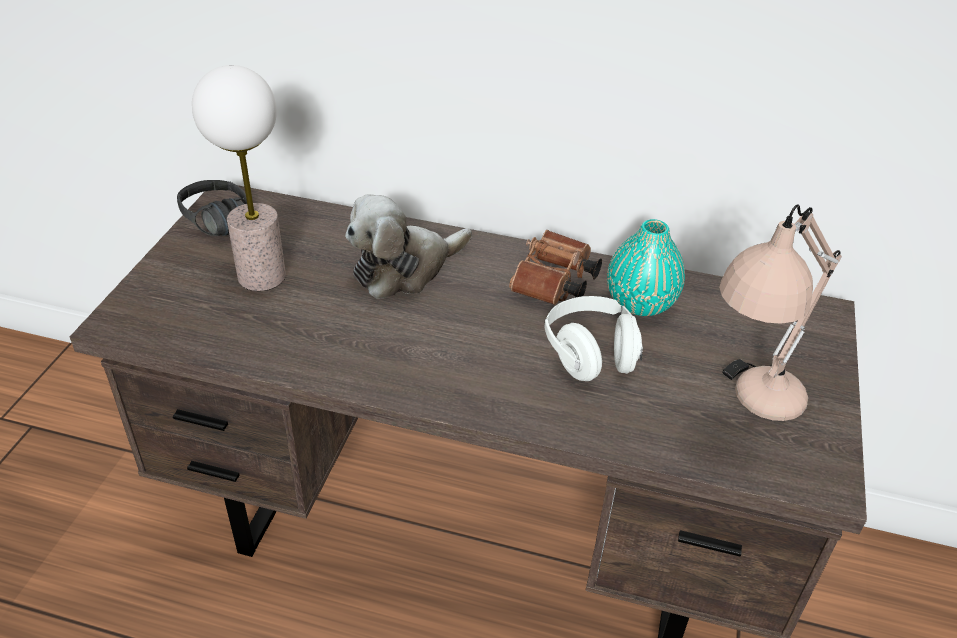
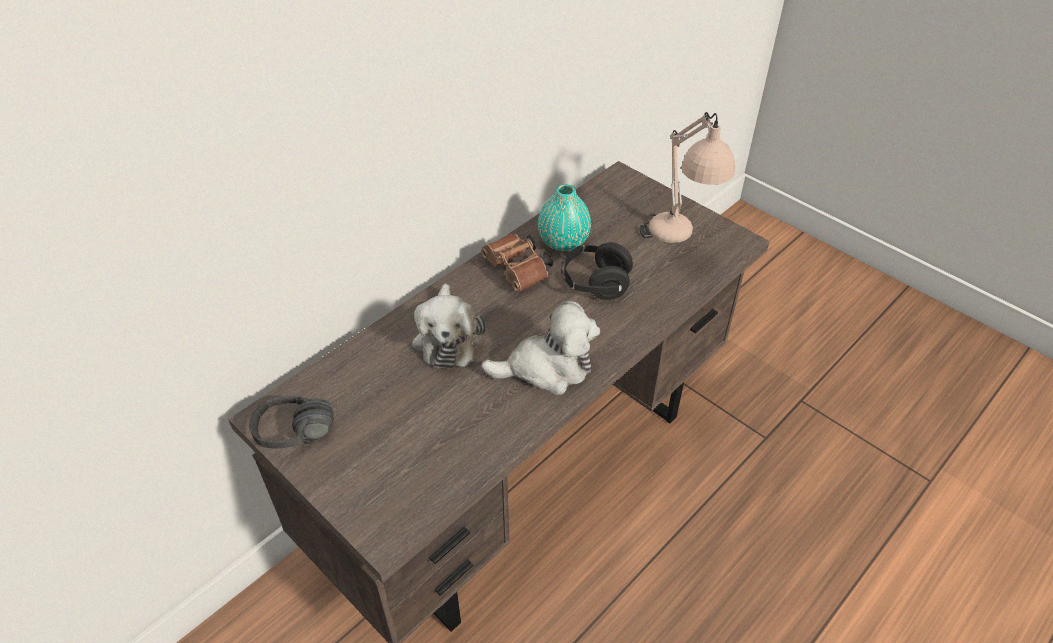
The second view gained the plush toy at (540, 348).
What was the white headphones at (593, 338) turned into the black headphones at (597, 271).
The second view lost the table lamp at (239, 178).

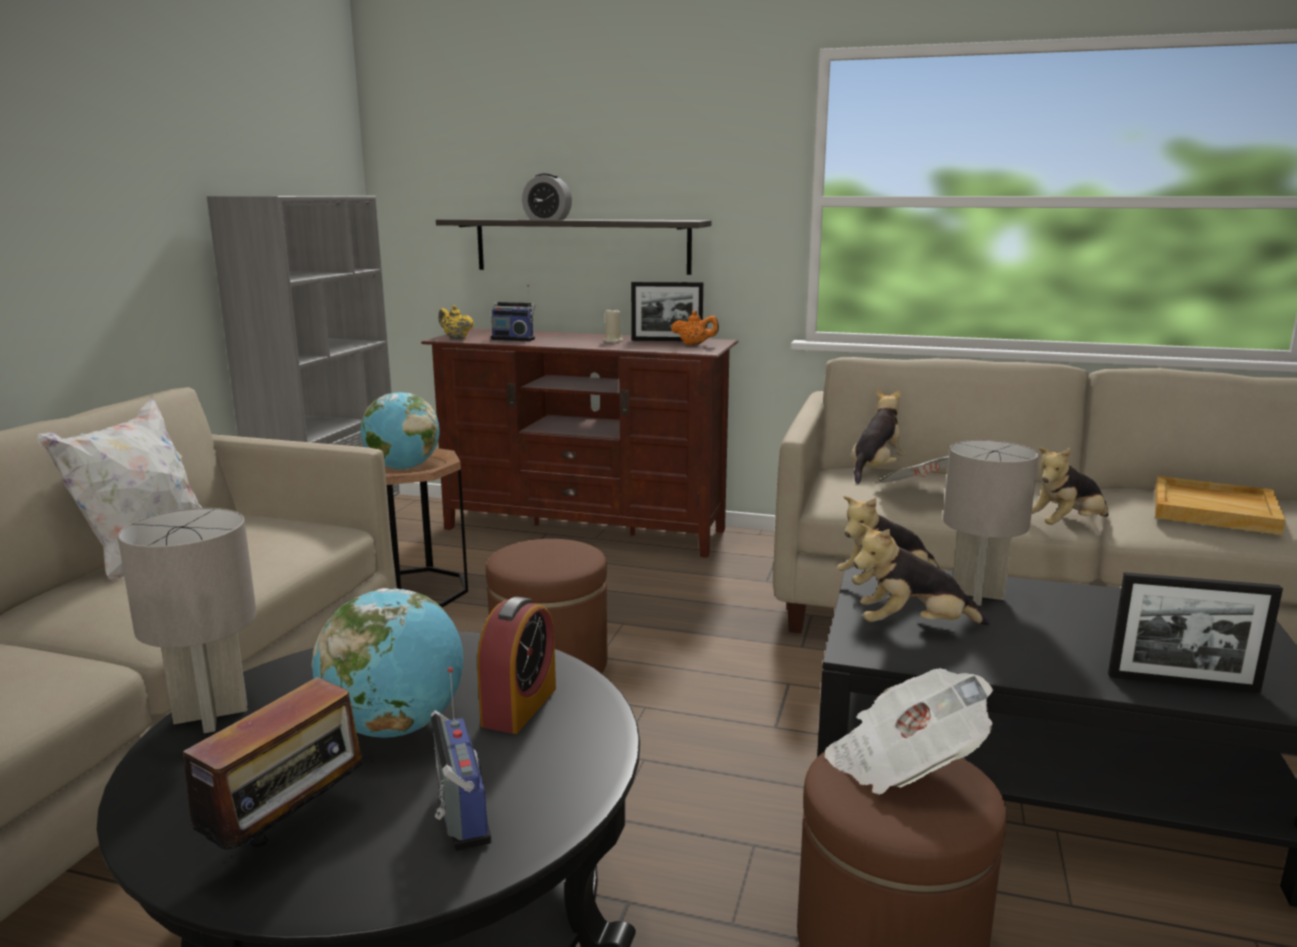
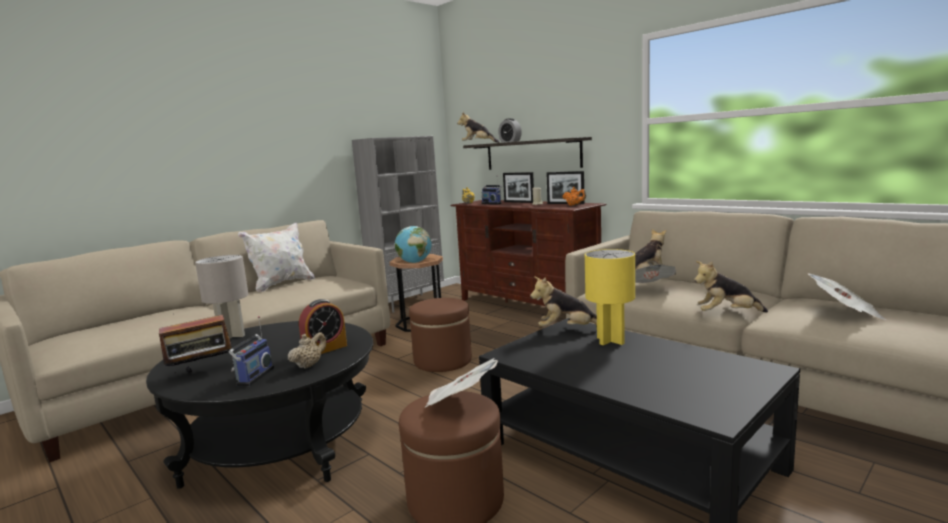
The second view gained the beige teapot at (307, 350).
The plush toy ended up elsewhere, having gone from (922, 574) to (478, 127).
The picture frame ended up elsewhere, having gone from (1195, 632) to (518, 187).
What was the grey table lamp at (991, 523) turned into the yellow table lamp at (610, 297).
Where the beige tray stood at (1220, 505), the newspaper came to stand at (846, 296).
The second view lost the globe at (387, 663).

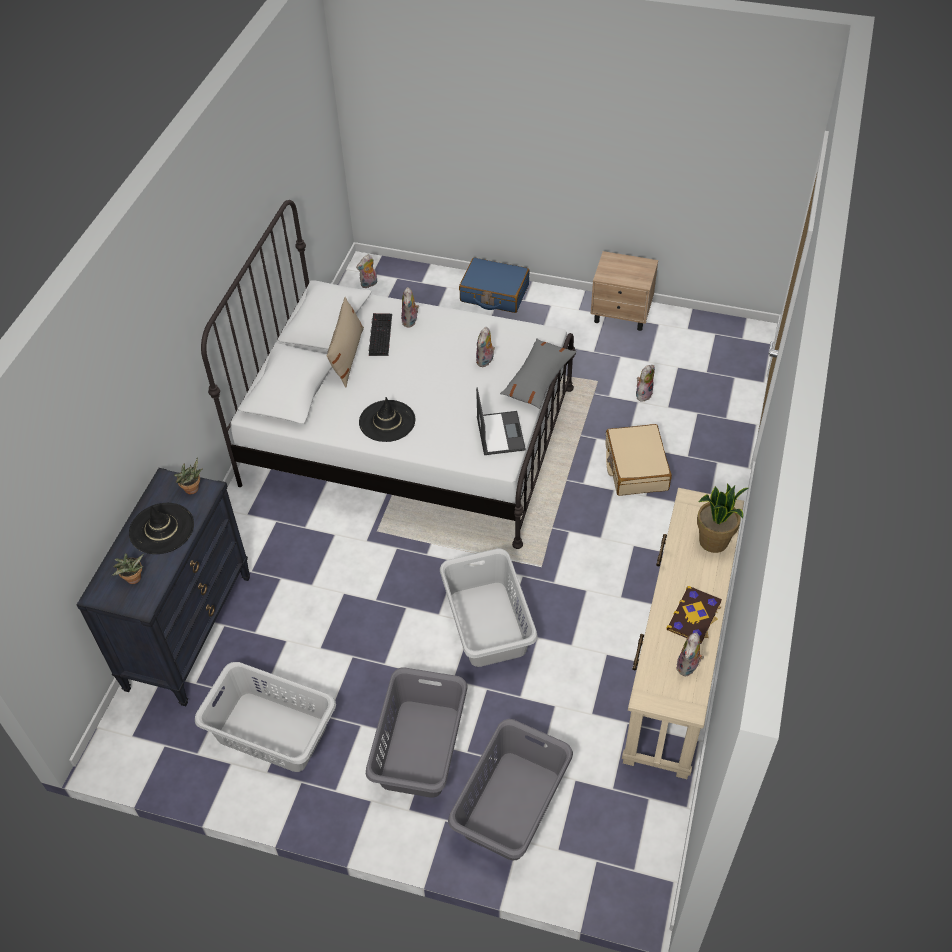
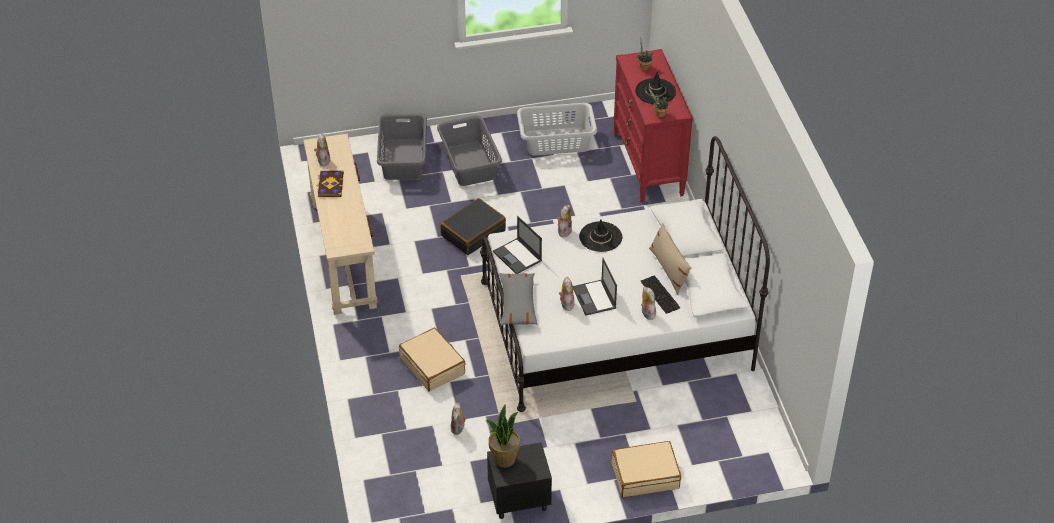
Where the grey laundry basket stood at (489, 608), the black suitcase came to stand at (473, 226).
The potted plant ended up elsewhere, having gone from (722, 518) to (503, 436).
What was the beige nightstand at (624, 291) turned into the black nightstand at (519, 480).
The plush toy ended up elsewhere, having gone from (366, 271) to (564, 221).
The second view gained the laptop at (595, 287).
What was the blue suitcase at (494, 285) turned into the beige suitcase at (646, 469).
What was the black dresser at (163, 587) turned into the red dresser at (653, 125).

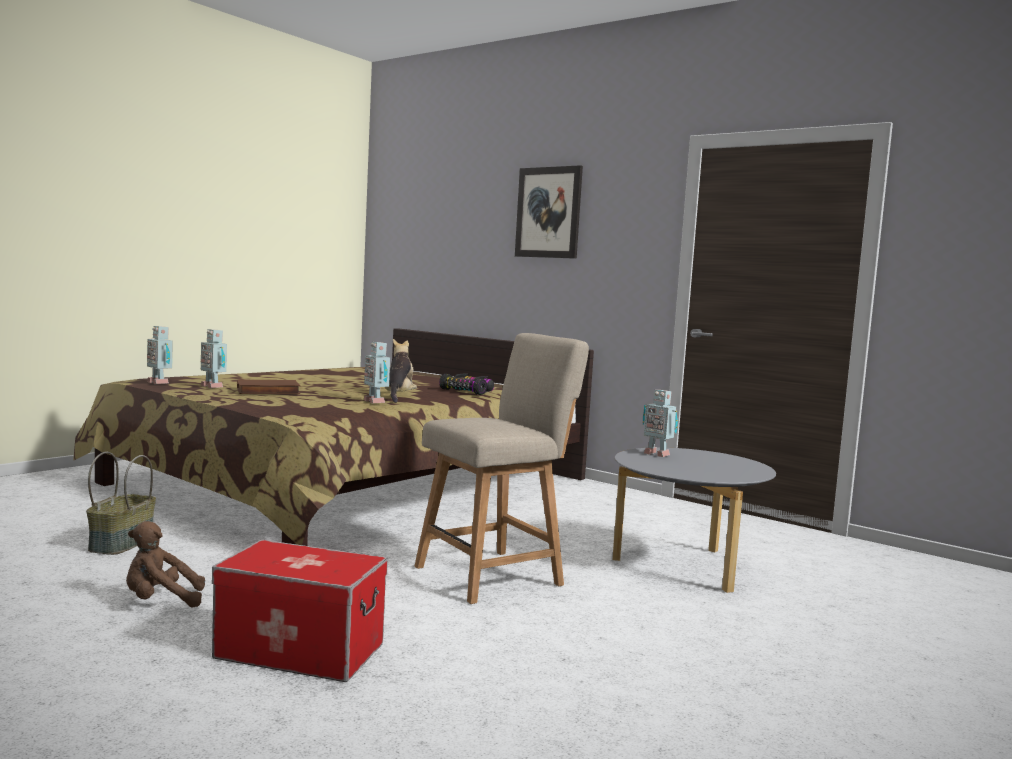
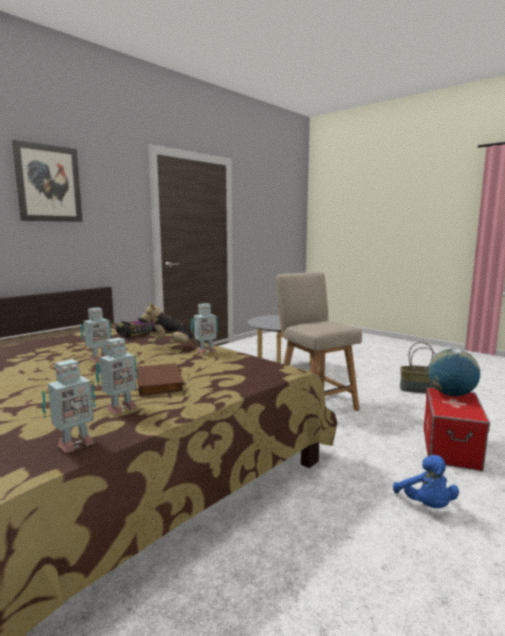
The toy robot ended up elsewhere, having gone from (660, 423) to (96, 334).
What was the brown plush toy at (165, 564) turned into the blue plush toy at (426, 481).
The basket ended up elsewhere, having gone from (121, 503) to (418, 367).
The second view gained the globe at (454, 372).

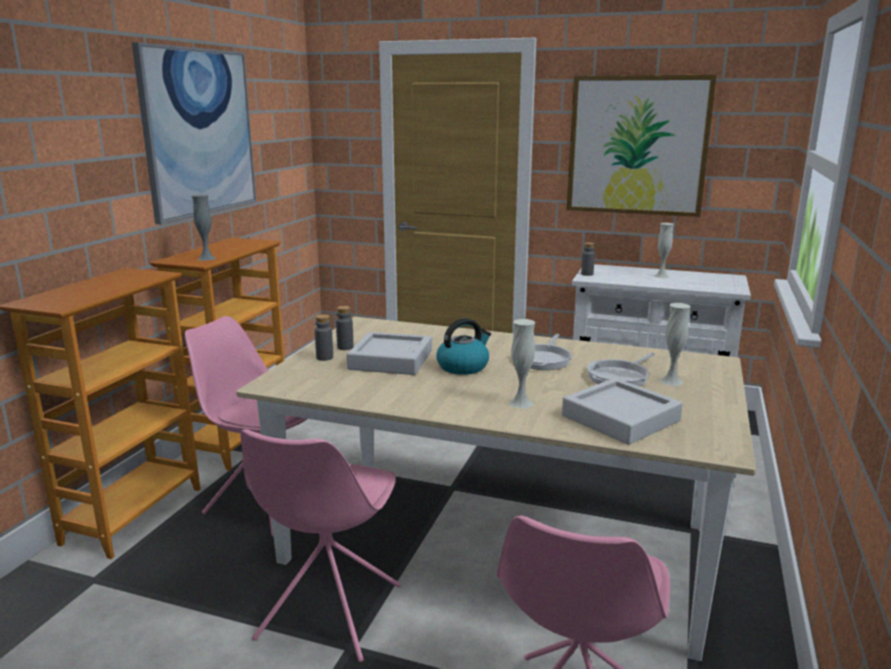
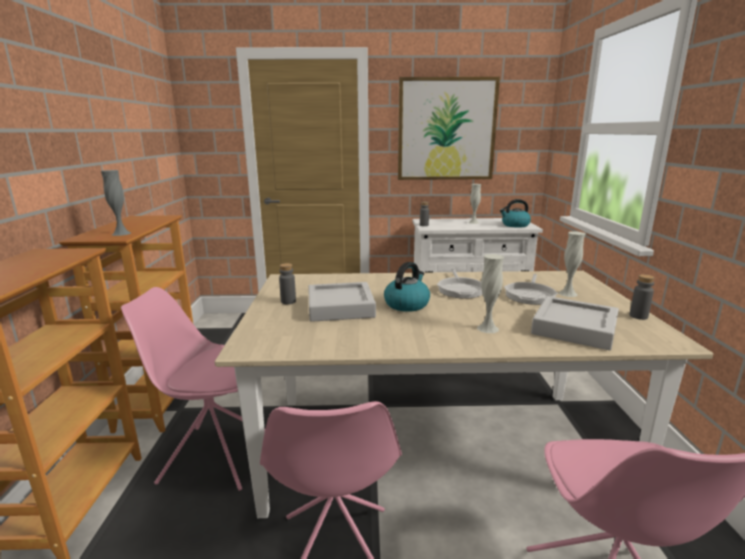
The second view gained the kettle at (515, 213).
The grey bottle ended up elsewhere, having gone from (324, 337) to (642, 297).
The second view lost the picture at (194, 133).

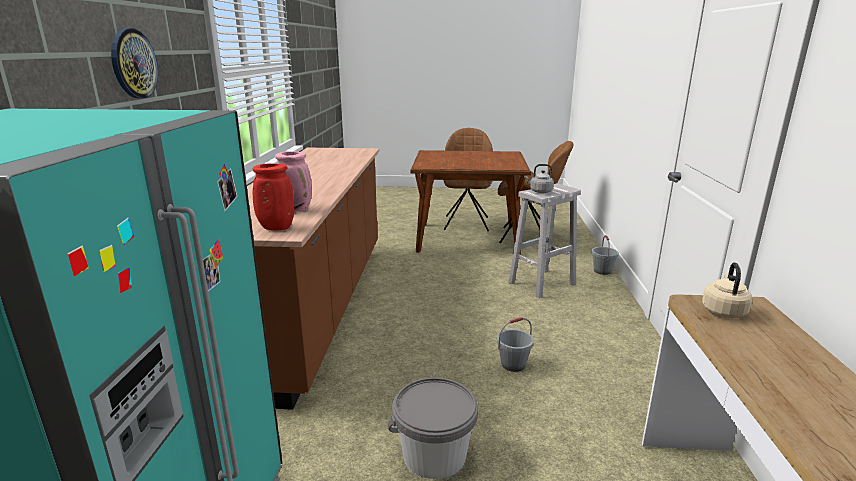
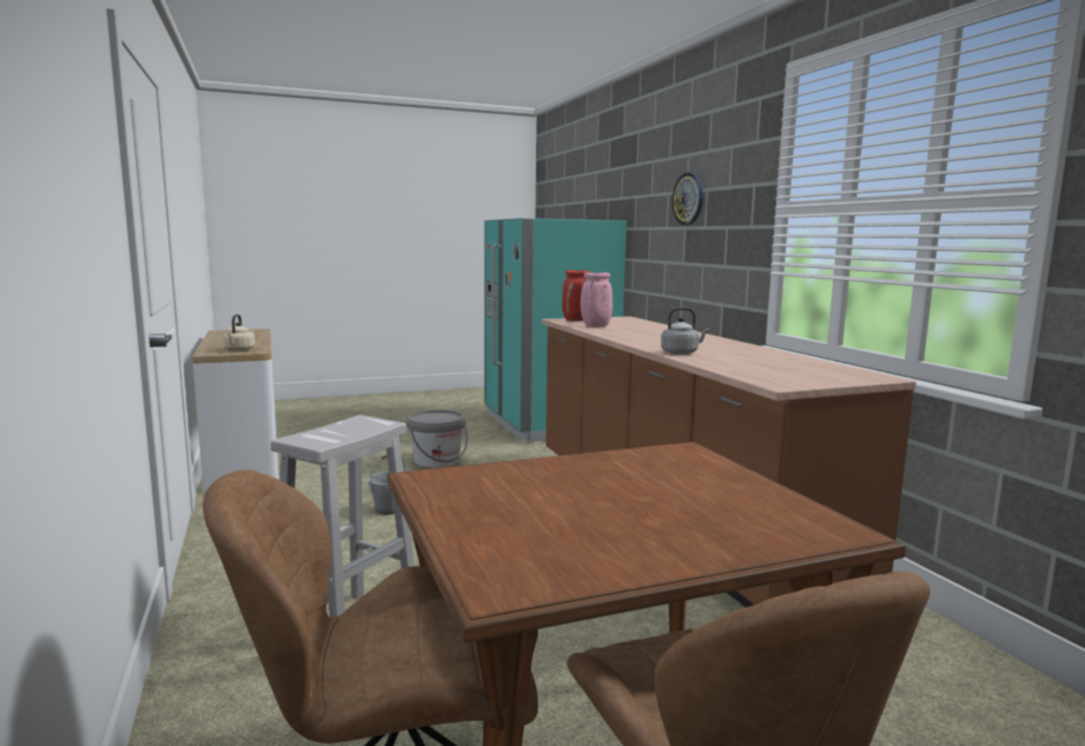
The grey kettle ended up elsewhere, having gone from (539, 178) to (685, 331).
The second view lost the grey bucket at (605, 255).

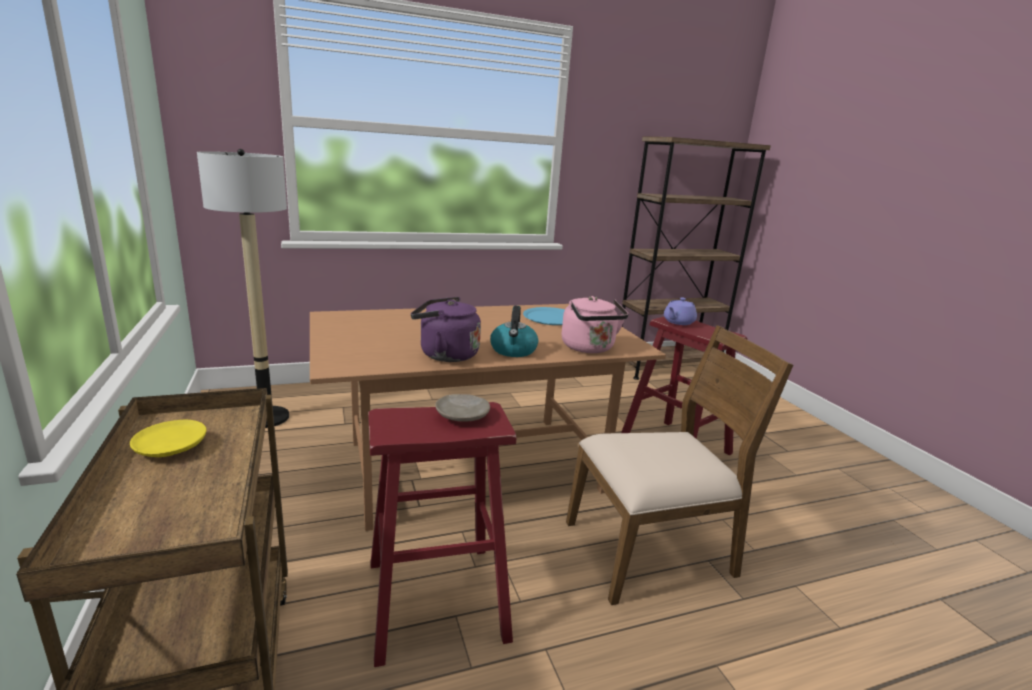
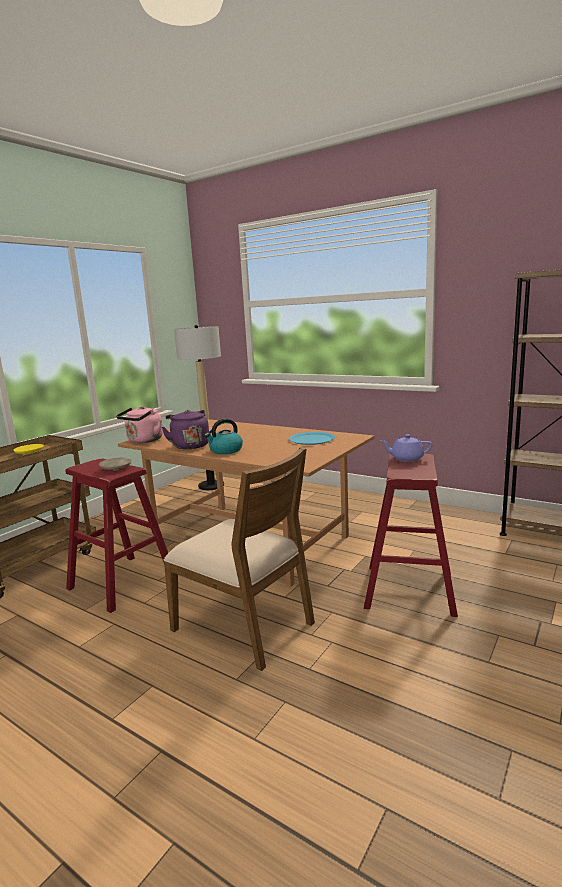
The pink kettle ended up elsewhere, having gone from (595, 324) to (139, 424).

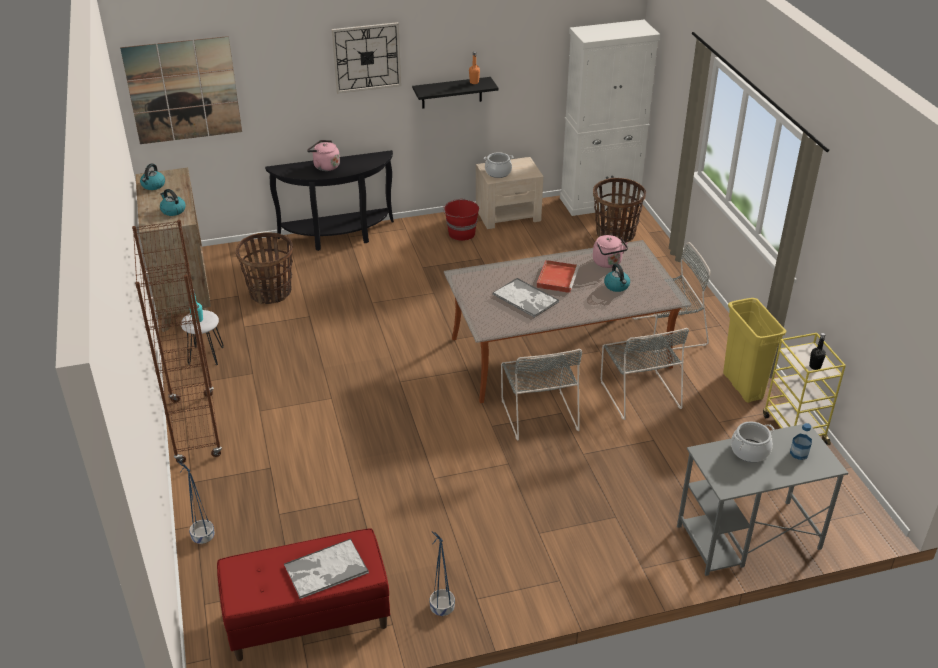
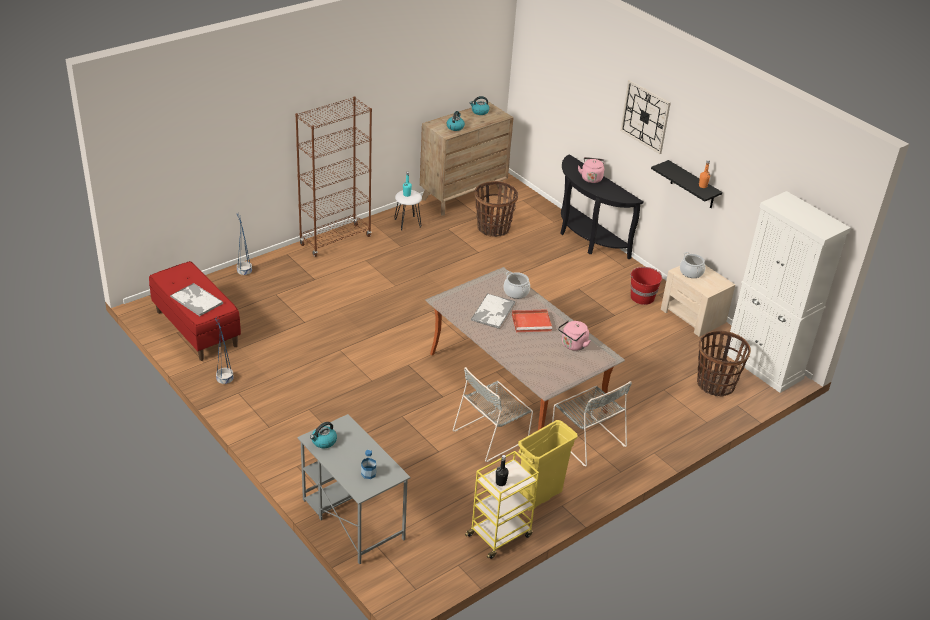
The kettle ended up elsewhere, having gone from (617, 278) to (323, 435).
The cooking pot ended up elsewhere, having gone from (753, 441) to (516, 285).
The second view lost the picture at (181, 90).
The second view lost the grey chair at (541, 395).

